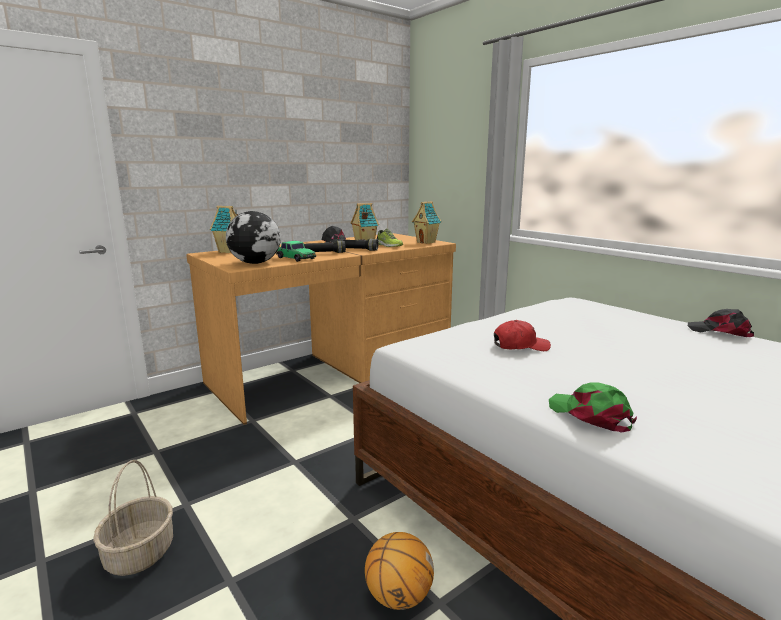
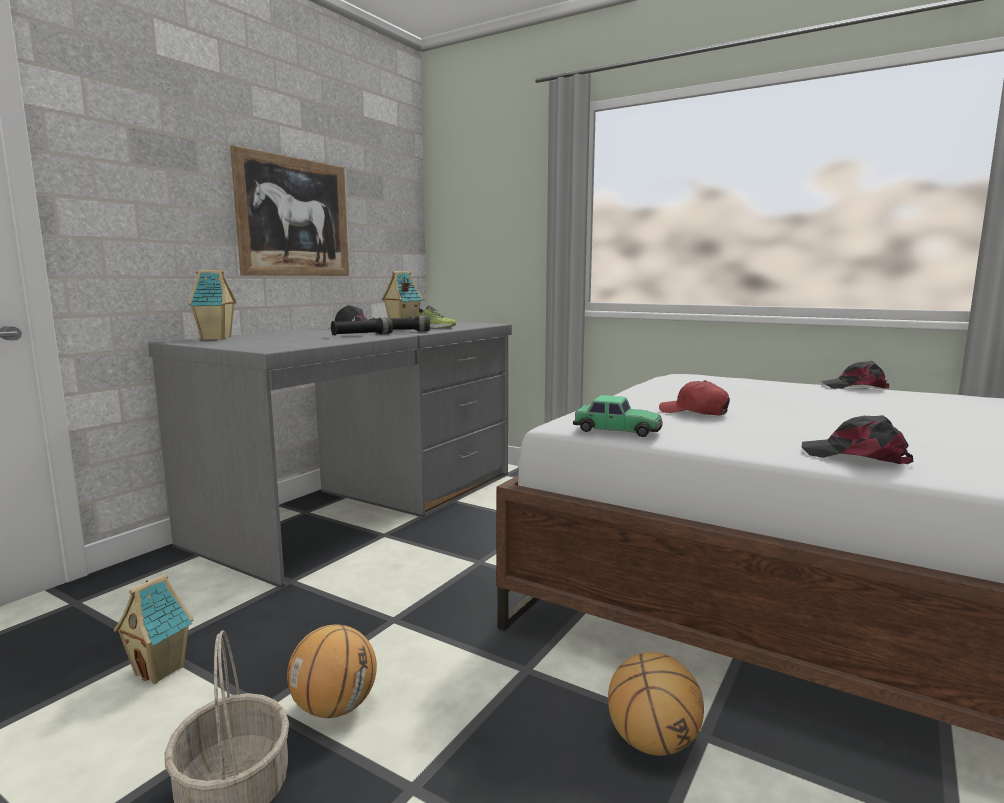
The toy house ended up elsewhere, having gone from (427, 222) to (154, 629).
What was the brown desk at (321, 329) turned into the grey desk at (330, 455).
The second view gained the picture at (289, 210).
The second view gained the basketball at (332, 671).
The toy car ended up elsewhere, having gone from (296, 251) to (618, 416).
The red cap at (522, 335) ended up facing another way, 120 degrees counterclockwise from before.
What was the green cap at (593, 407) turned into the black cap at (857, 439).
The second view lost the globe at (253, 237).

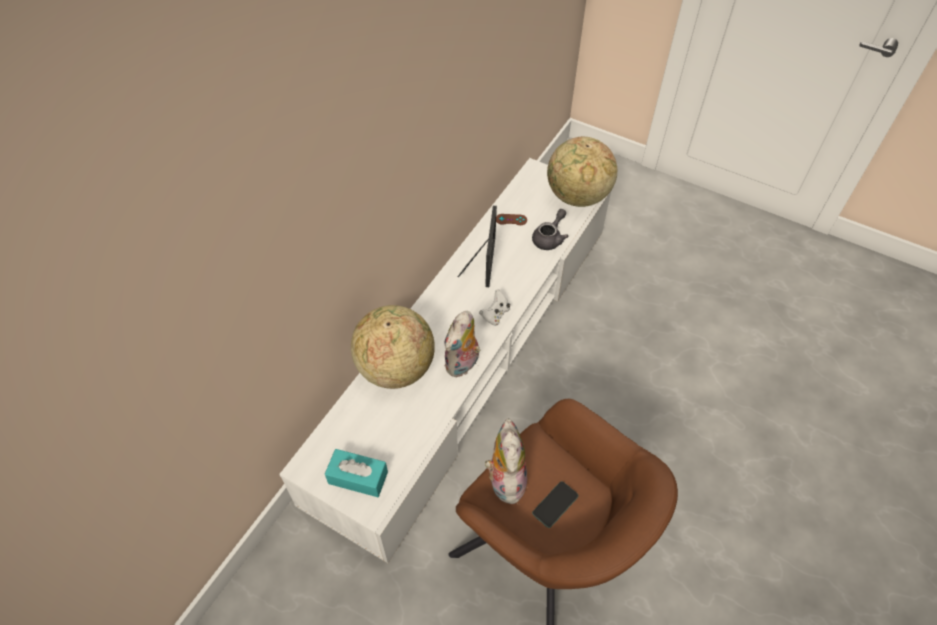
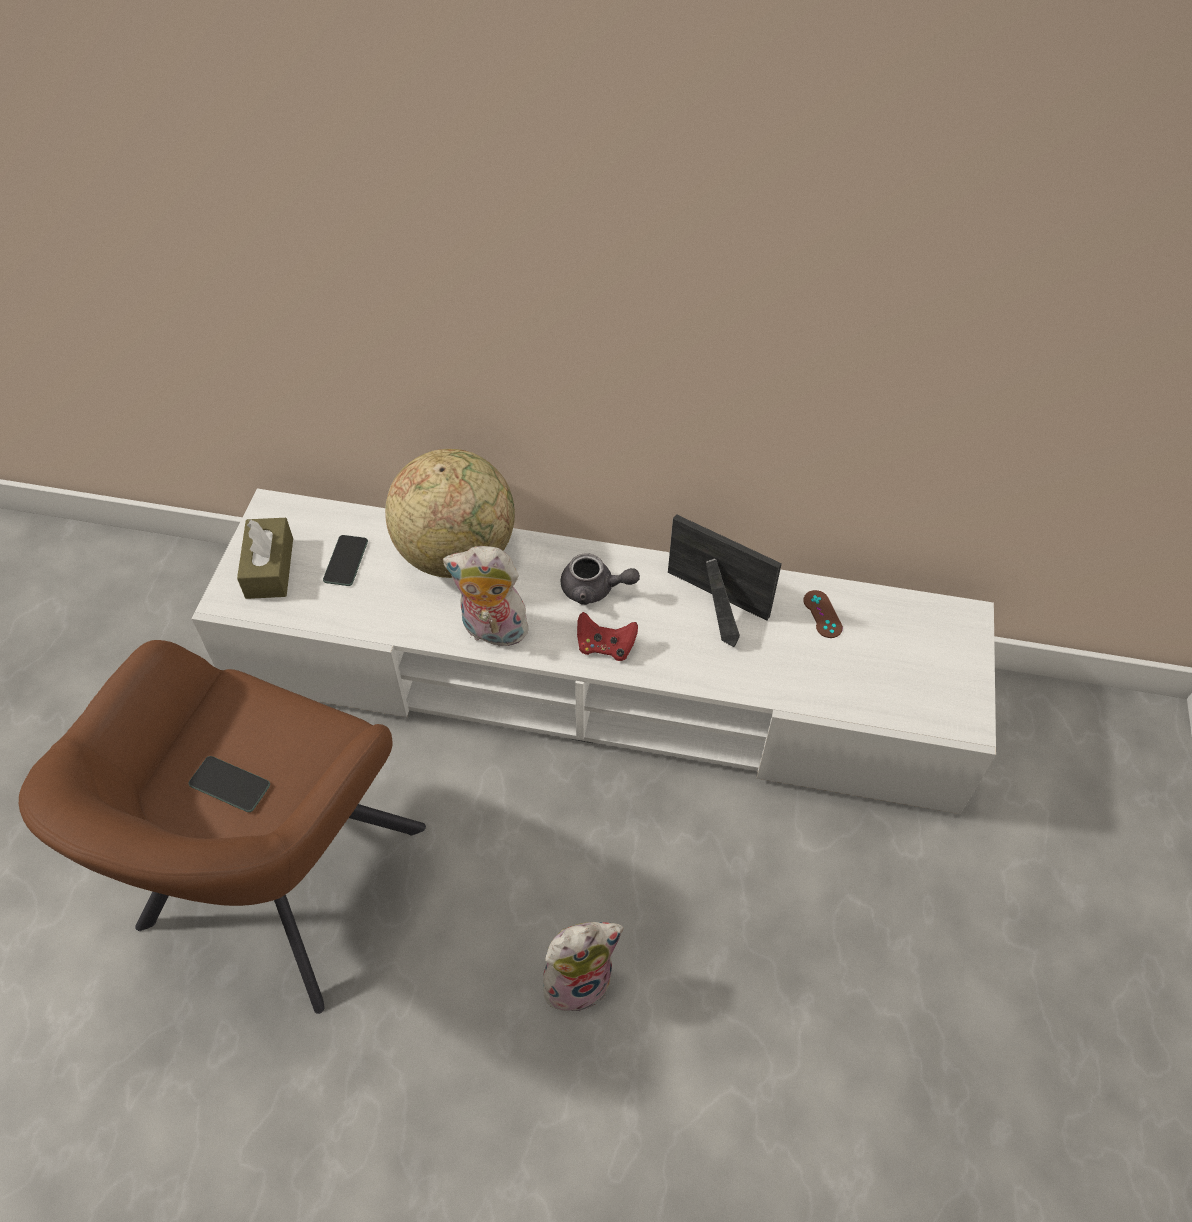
What was the turquoise tissue box at (356, 473) turned into the brown tissue box at (265, 558).
The second view gained the phone at (345, 560).
The plush toy ended up elsewhere, having gone from (506, 461) to (583, 967).
The grey teapot ended up elsewhere, having gone from (550, 229) to (600, 579).
What was the white game controller at (494, 308) turned into the red game controller at (607, 636).
The picture frame at (477, 246) ended up facing another way, 135 degrees counterclockwise from before.
The second view lost the globe at (582, 171).

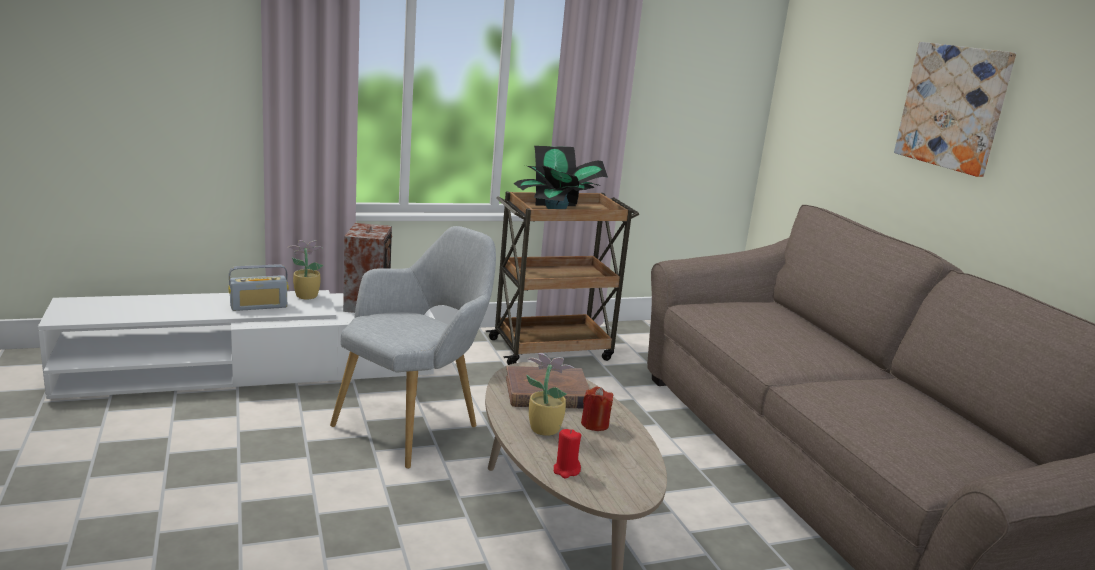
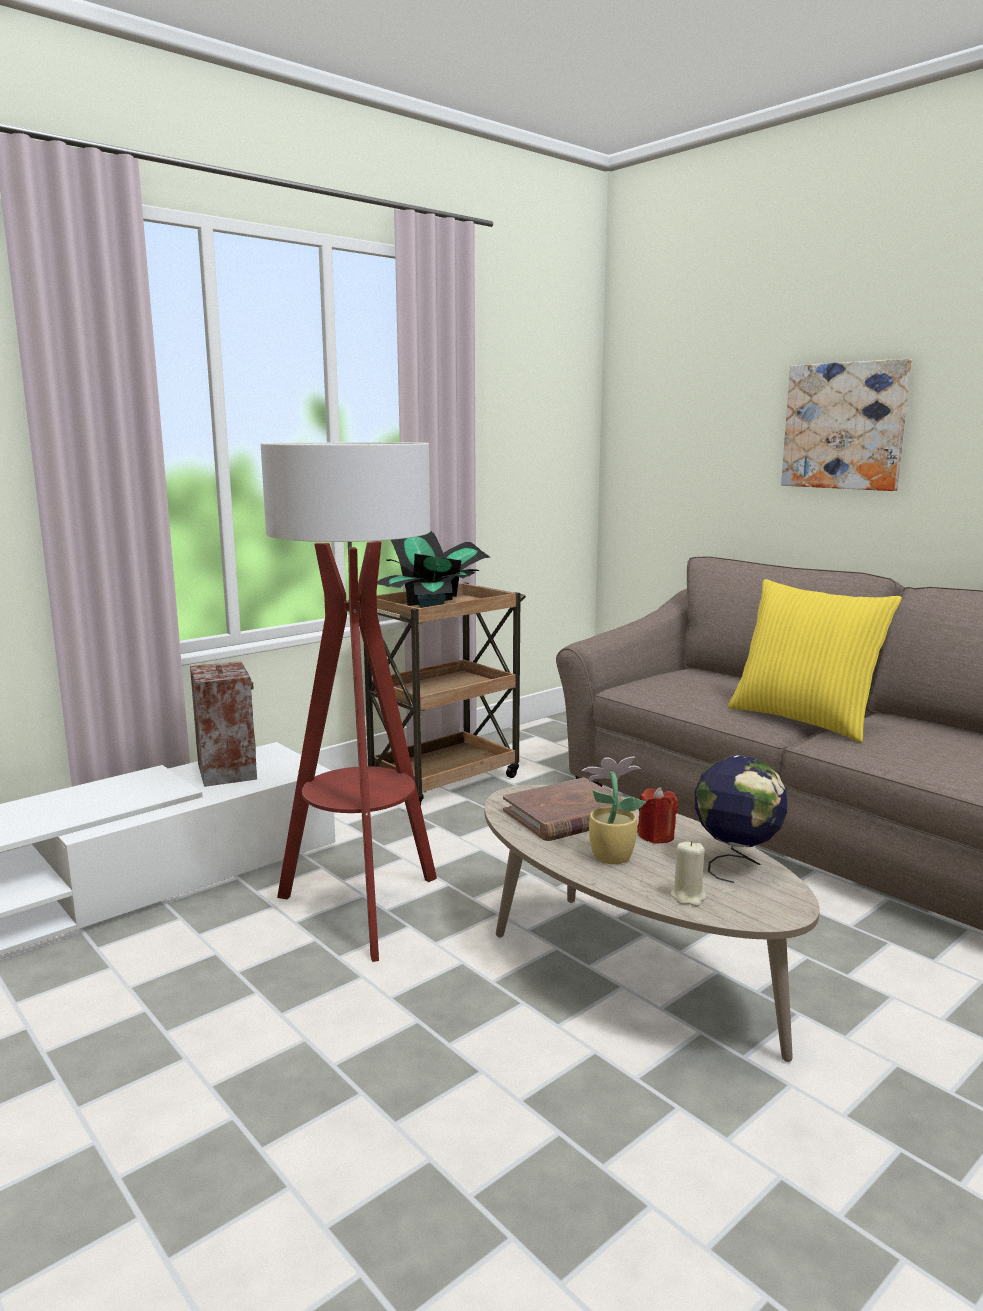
Where the grey armchair stood at (413, 347), the floor lamp came to stand at (349, 702).
What was the red candle at (567, 453) turned into the beige candle at (688, 873).
The second view gained the globe at (741, 819).
The second view gained the yellow pillow at (815, 660).
The second view lost the radio at (258, 287).
The second view lost the potted plant at (305, 269).

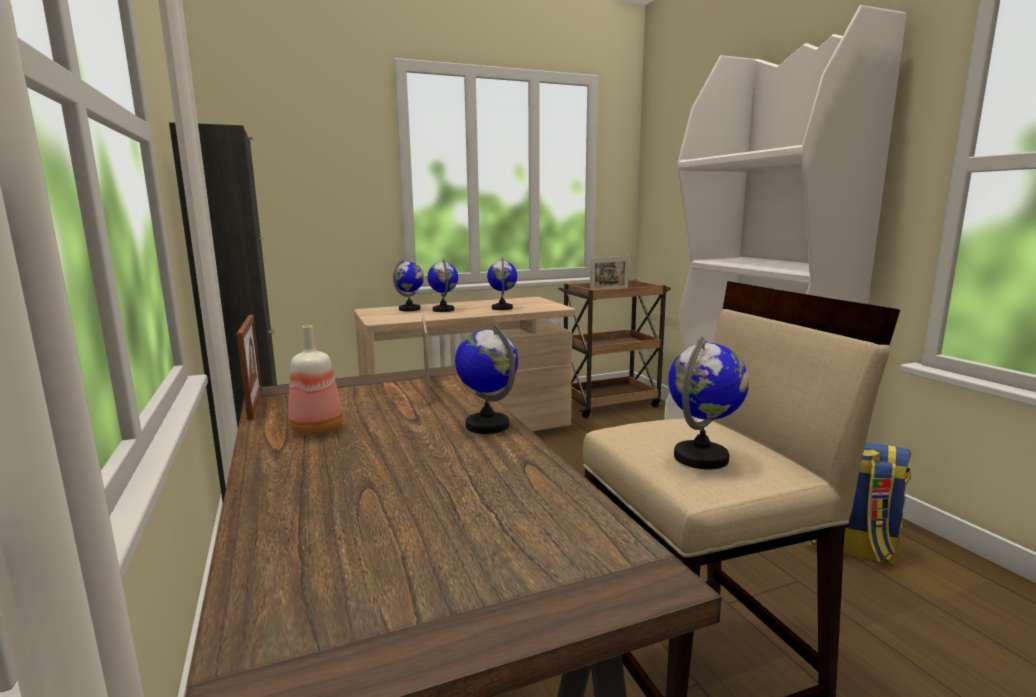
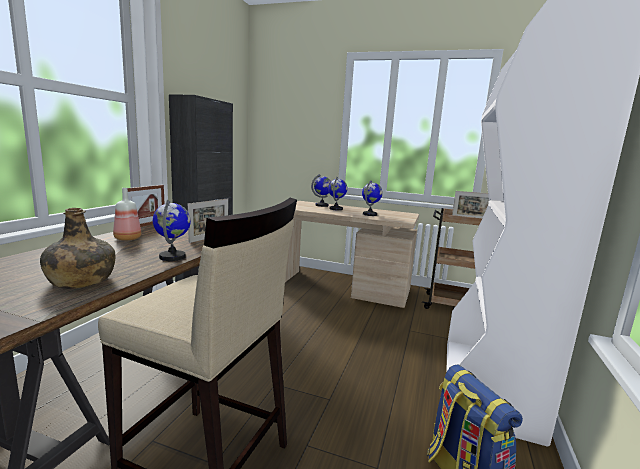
The second view gained the green bottle at (77, 248).
The second view lost the globe at (708, 403).

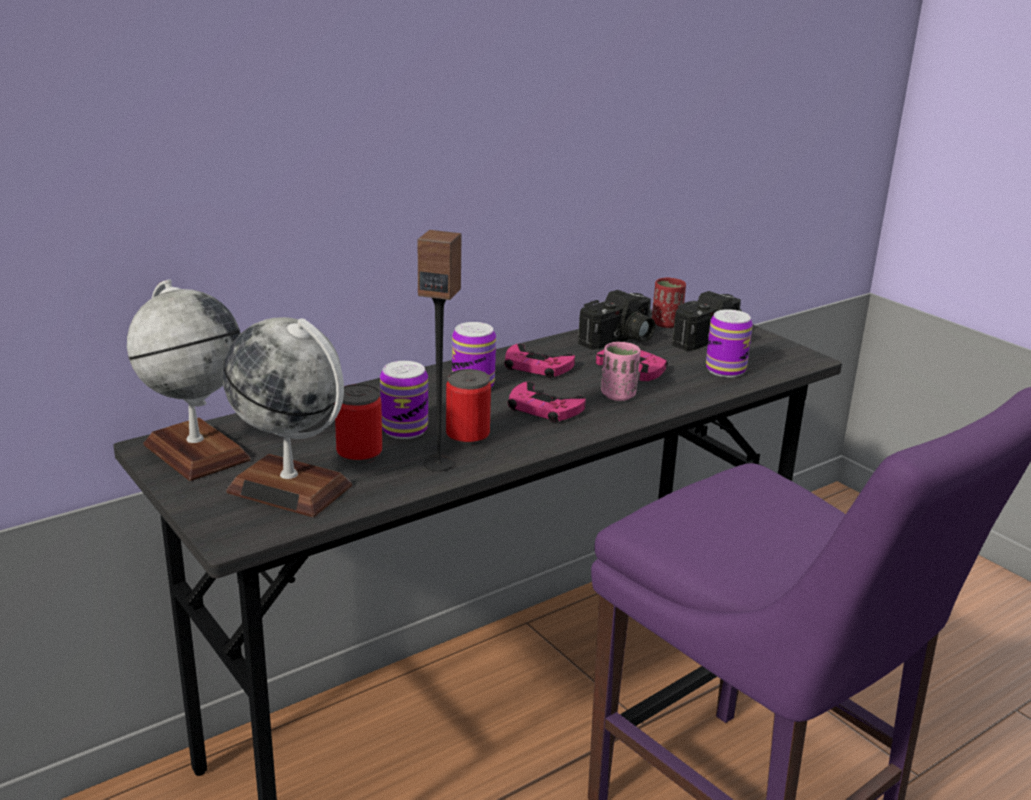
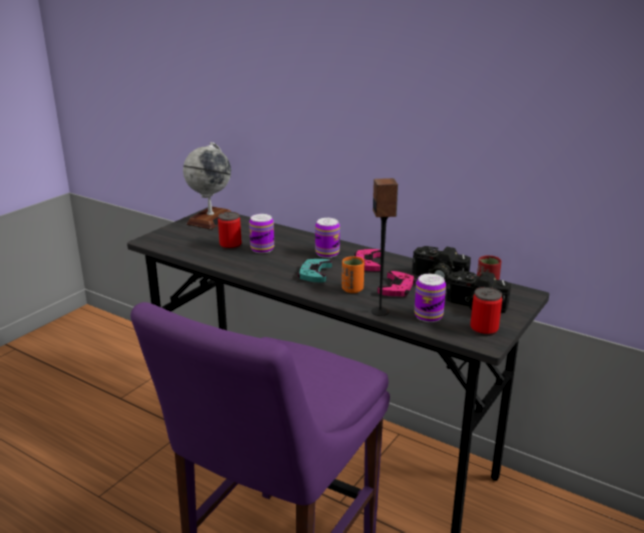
What was the pink game controller at (547, 402) turned into the turquoise game controller at (314, 271).
What was the pink cup at (621, 371) turned into the orange cup at (353, 274).
The speaker ended up elsewhere, having gone from (440, 350) to (384, 247).
The can ended up elsewhere, having gone from (468, 407) to (486, 311).
The second view lost the globe at (287, 417).

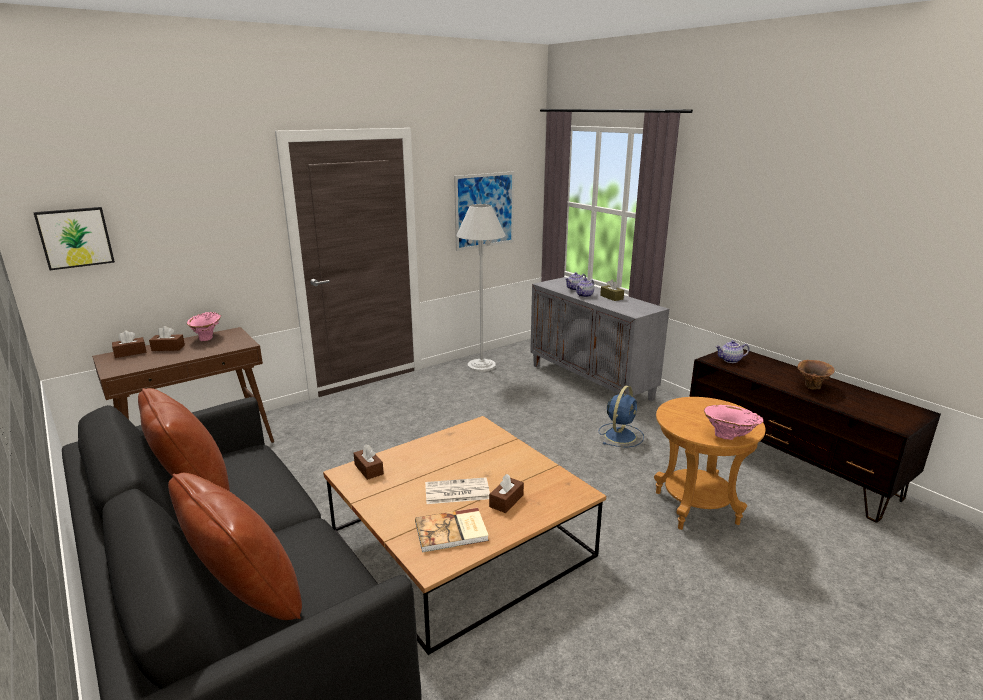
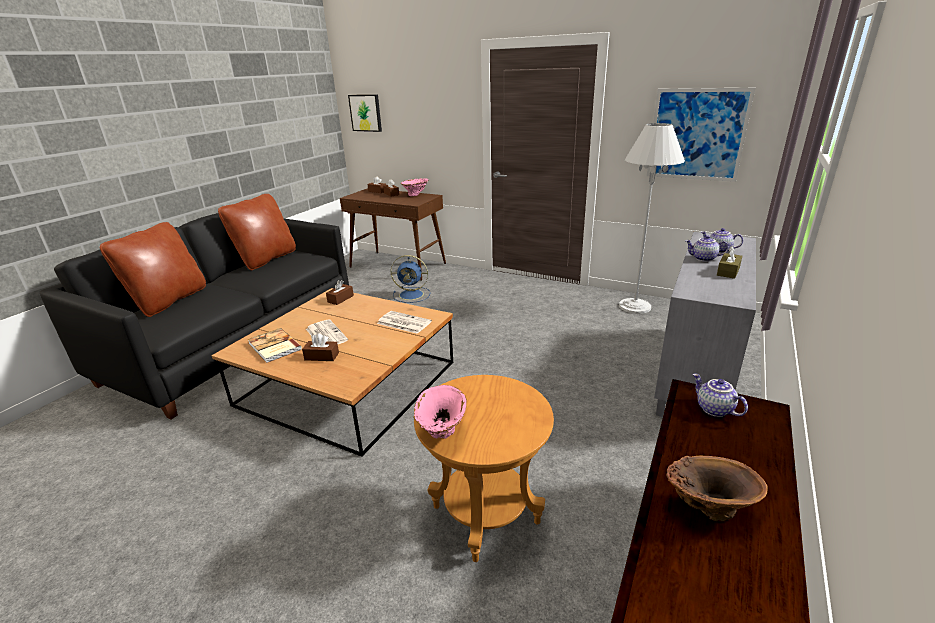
The second view gained the newspaper at (404, 322).
The blue fan ended up elsewhere, having gone from (621, 417) to (410, 279).

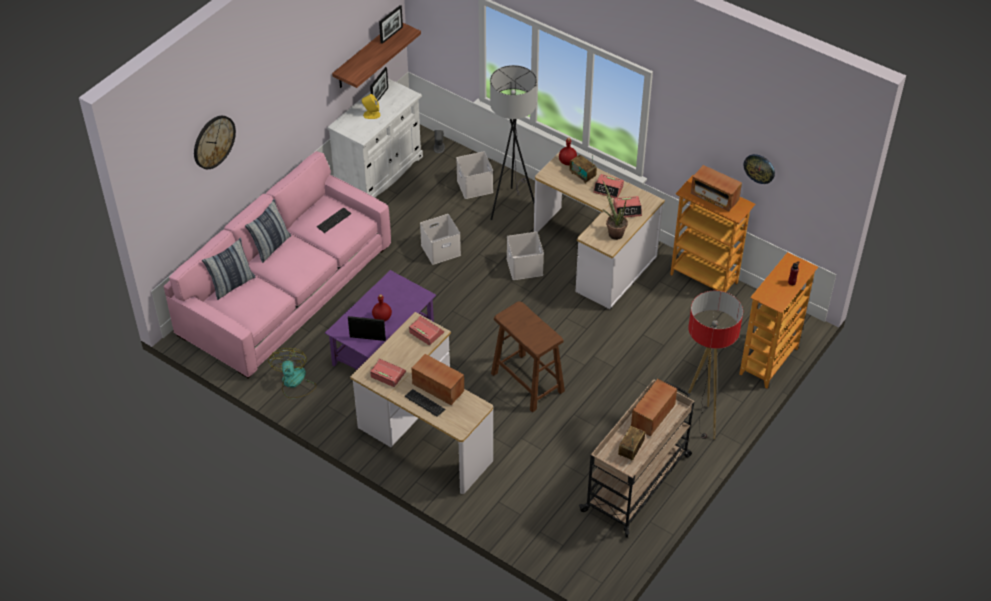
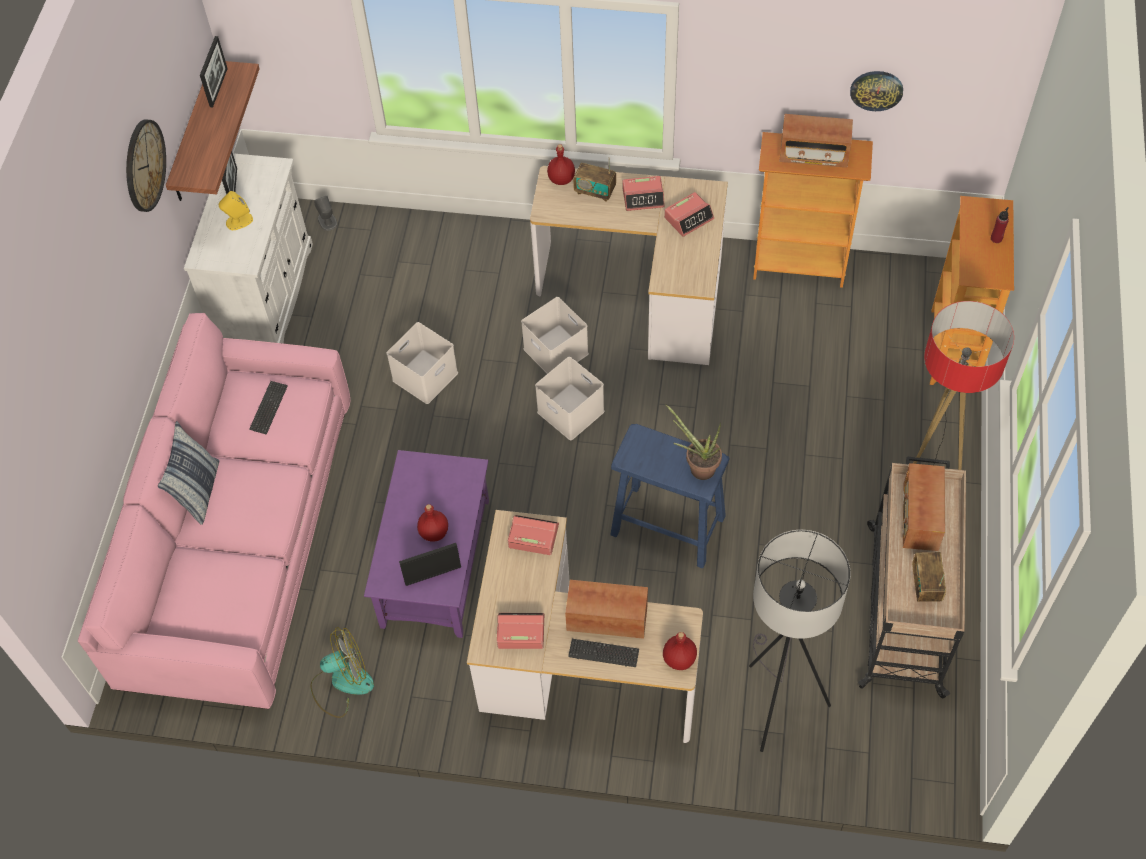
The wall clock ended up elsewhere, having gone from (215, 142) to (146, 165).
The fan at (292, 373) ended up facing another way, 105 degrees clockwise from before.
The white storage box ended up elsewhere, having gone from (474, 175) to (569, 398).
What was the brown stool at (528, 356) turned into the blue stool at (669, 496).
The second view gained the red bottle at (680, 651).
The potted plant ended up elsewhere, having gone from (615, 210) to (694, 442).
The grey floor lamp ended up elsewhere, having gone from (513, 142) to (799, 641).
The second view lost the pillow at (228, 269).

